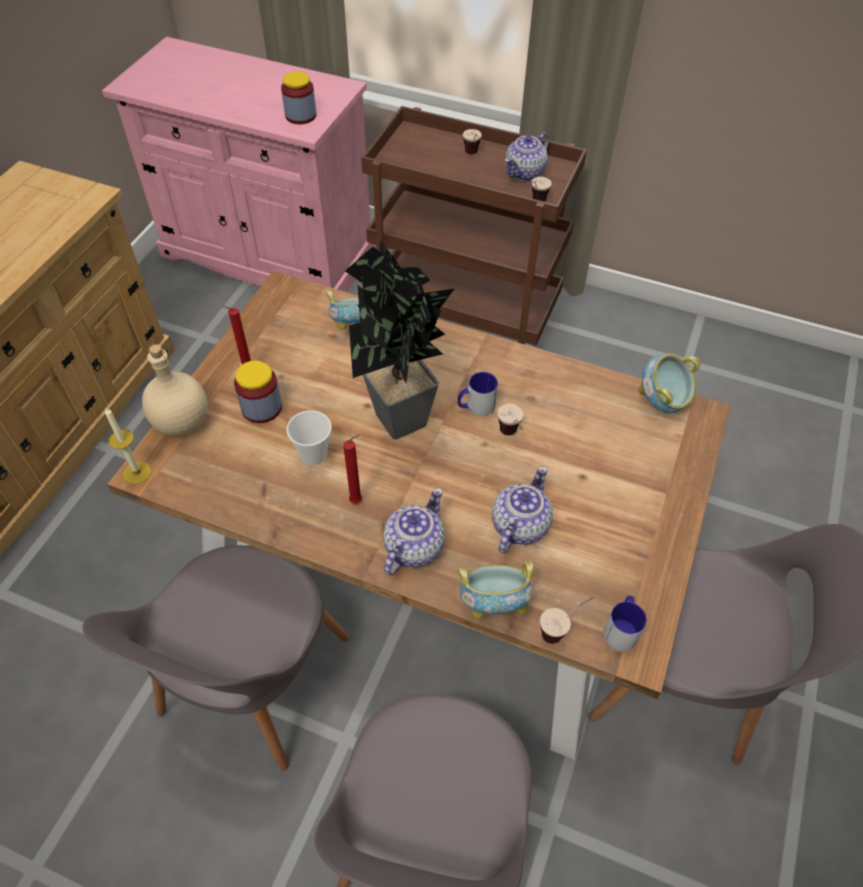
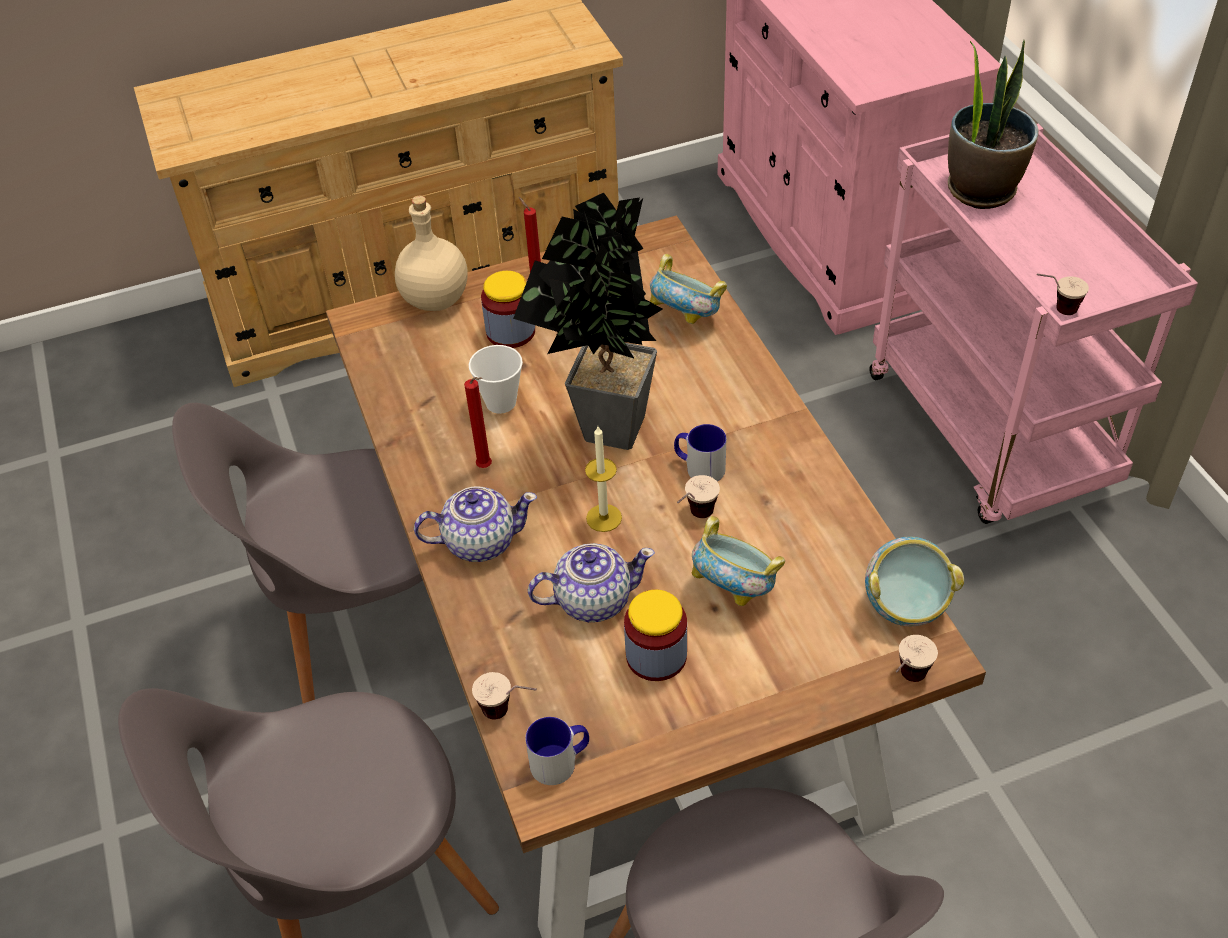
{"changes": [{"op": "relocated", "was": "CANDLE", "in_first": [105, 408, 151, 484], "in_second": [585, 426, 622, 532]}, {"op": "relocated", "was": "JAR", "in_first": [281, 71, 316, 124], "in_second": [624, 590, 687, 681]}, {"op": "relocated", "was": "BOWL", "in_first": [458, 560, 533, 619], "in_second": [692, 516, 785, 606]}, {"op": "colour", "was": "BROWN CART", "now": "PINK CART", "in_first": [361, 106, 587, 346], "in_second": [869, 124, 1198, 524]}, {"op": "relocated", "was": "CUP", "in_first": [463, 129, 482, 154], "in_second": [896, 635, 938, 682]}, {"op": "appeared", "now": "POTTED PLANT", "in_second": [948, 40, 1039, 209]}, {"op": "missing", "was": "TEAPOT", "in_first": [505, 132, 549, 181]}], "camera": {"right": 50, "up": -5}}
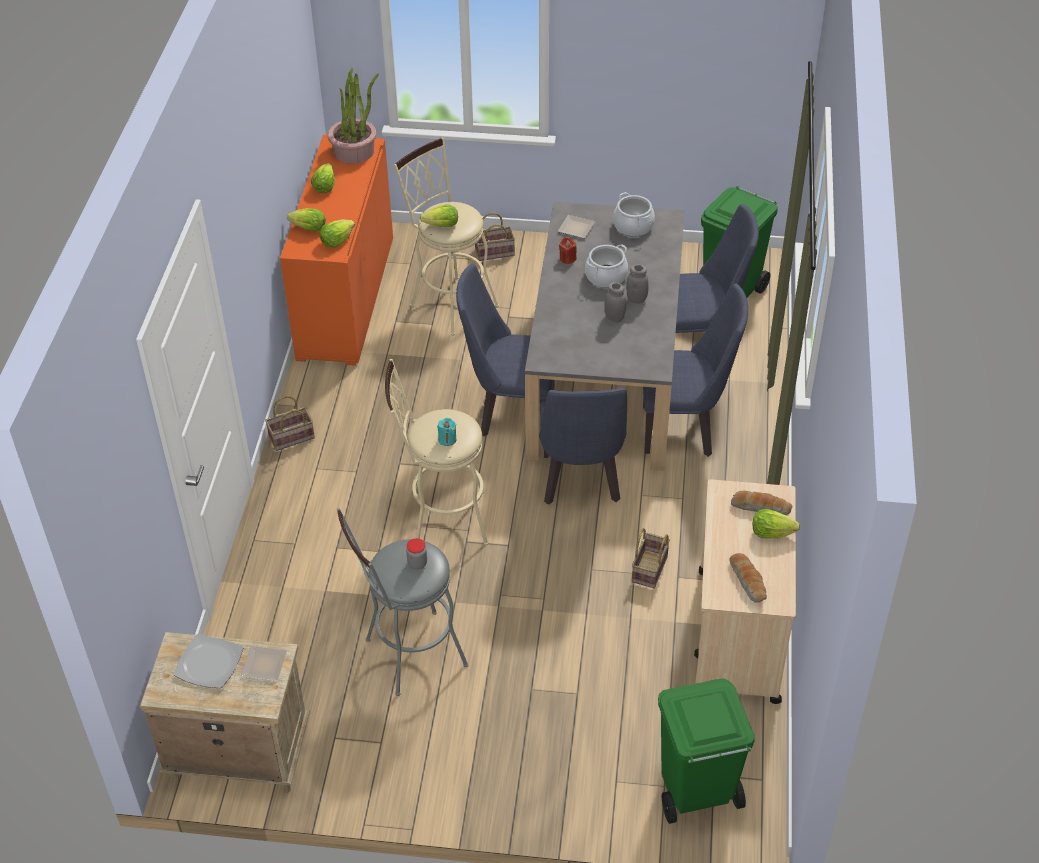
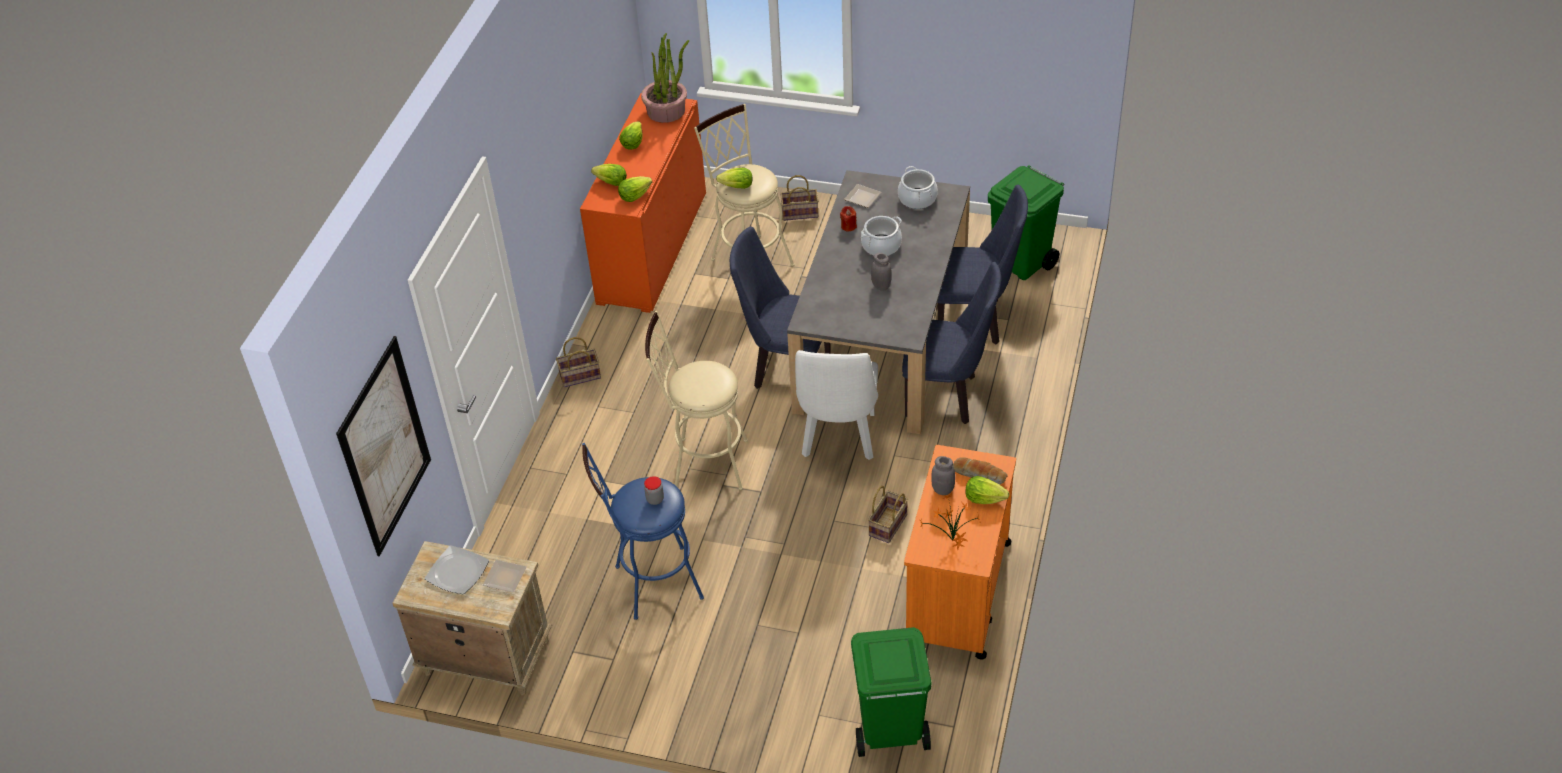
{"changes": [{"op": "appeared", "now": "PICTURE", "in_second": [336, 336, 431, 557]}, {"op": "colour", "was": "GREY STOOL", "now": "BLUE STOOL", "in_first": [337, 508, 468, 696], "in_second": [582, 443, 704, 620]}, {"op": "colour", "was": "BLUE CHAIR", "now": "WHITE CHAIR", "in_first": [539, 388, 627, 504], "in_second": [795, 350, 878, 460]}, {"op": "colour", "was": "BEIGE CART", "now": "ORANGE CART", "in_first": [694, 479, 796, 704], "in_second": [904, 445, 1016, 660]}, {"op": "exchanged", "was": "BREAD", "now": "POTTED PLANT", "in_first": [729, 553, 767, 603], "in_second": [920, 493, 979, 550]}, {"op": "relocated", "was": "GREY JAR", "in_first": [626, 265, 649, 303], "in_second": [931, 456, 955, 495]}, {"op": "missing", "was": "TURQUOISE CANDLE", "in_first": [437, 418, 456, 446]}], "camera": {"right": 10, "up": 0}}
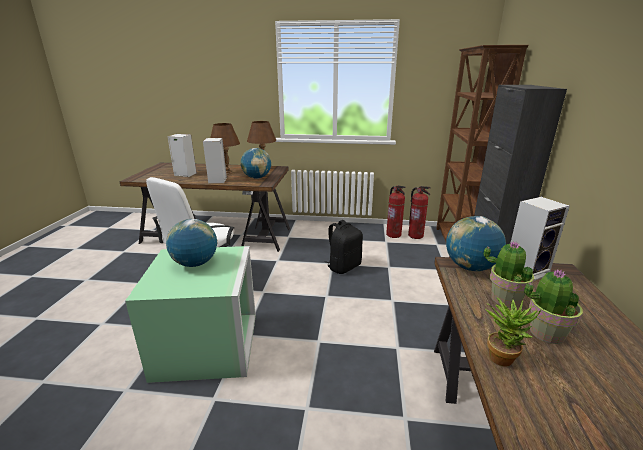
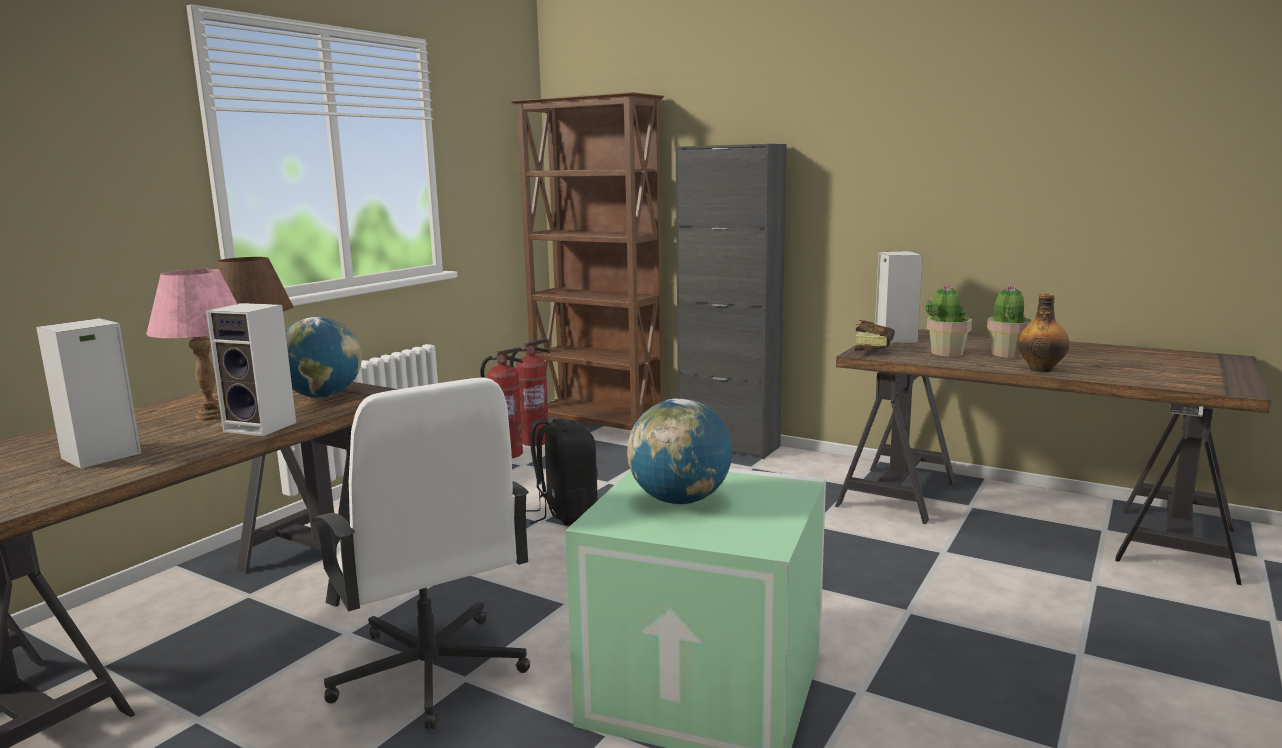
{"changes": [{"op": "colour", "was": "BROWN TABLE LAMP", "now": "PINK TABLE LAMP", "in_first": [210, 123, 240, 175], "in_second": [146, 269, 237, 420]}, {"op": "exchanged", "was": "GLOBE", "now": "BOOK", "in_first": [446, 216, 506, 271], "in_second": [855, 320, 895, 351]}, {"op": "exchanged", "was": "POTTED PLANT", "now": "BOTTLE", "in_first": [485, 297, 541, 367], "in_second": [1018, 293, 1070, 372]}], "camera": {"right": -65, "up": -10}}
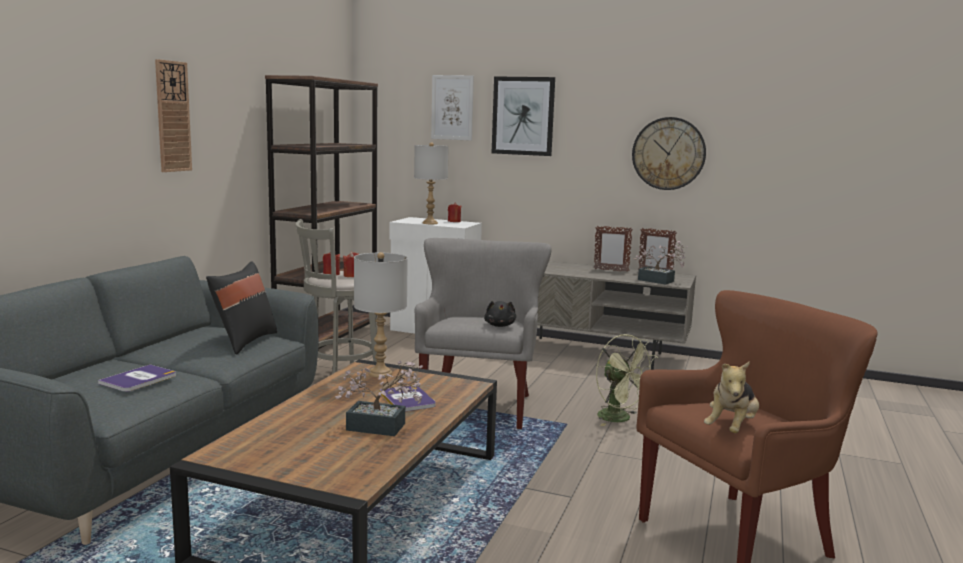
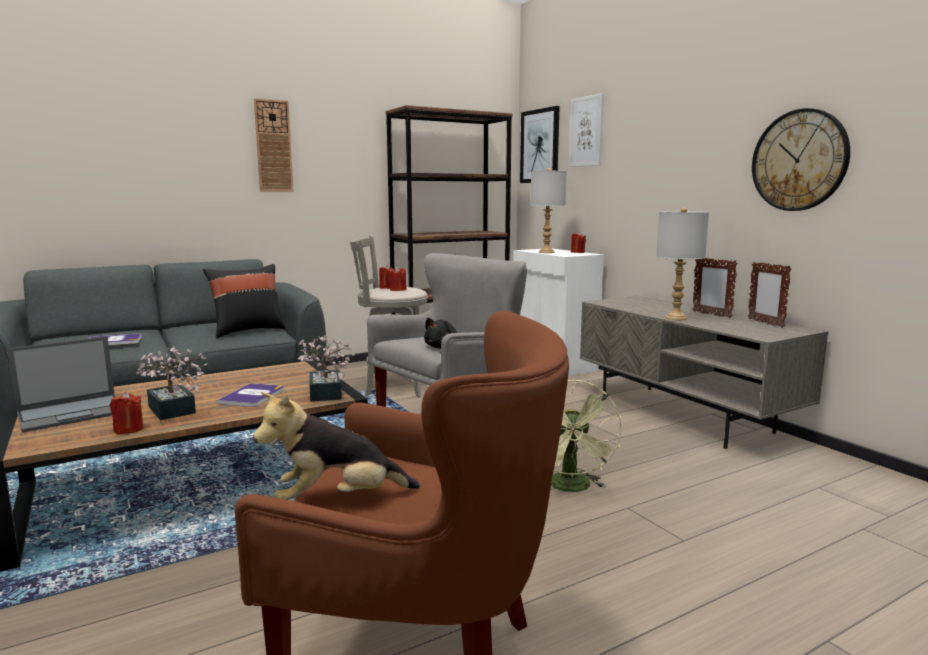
{"changes": [{"op": "appeared", "now": "LAPTOP", "in_second": [7, 336, 116, 433]}, {"op": "appeared", "now": "RED CANDLE", "in_second": [110, 392, 144, 434]}, {"op": "relocated", "was": "POTTED PLANT", "in_first": [633, 240, 688, 285], "in_second": [297, 335, 355, 402]}, {"op": "relocated", "was": "PICTURE", "in_first": [492, 76, 555, 156], "in_second": [520, 106, 560, 183]}, {"op": "relocated", "was": "GREY TABLE LAMP", "in_first": [354, 252, 408, 378], "in_second": [656, 208, 709, 320]}], "camera": {"right": 40, "up": 0}}
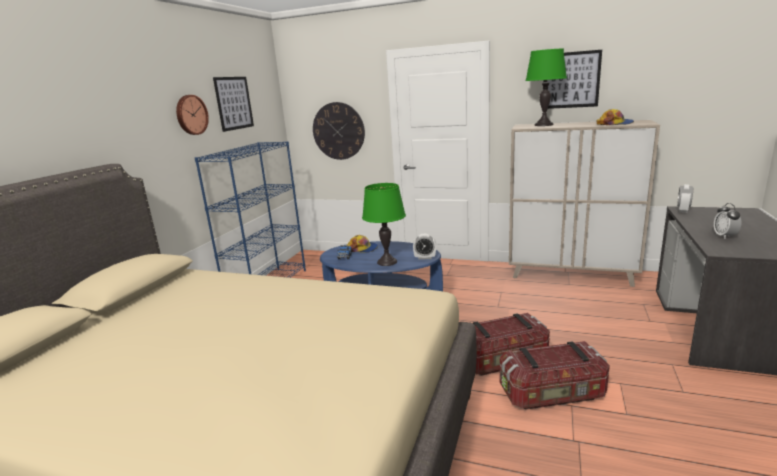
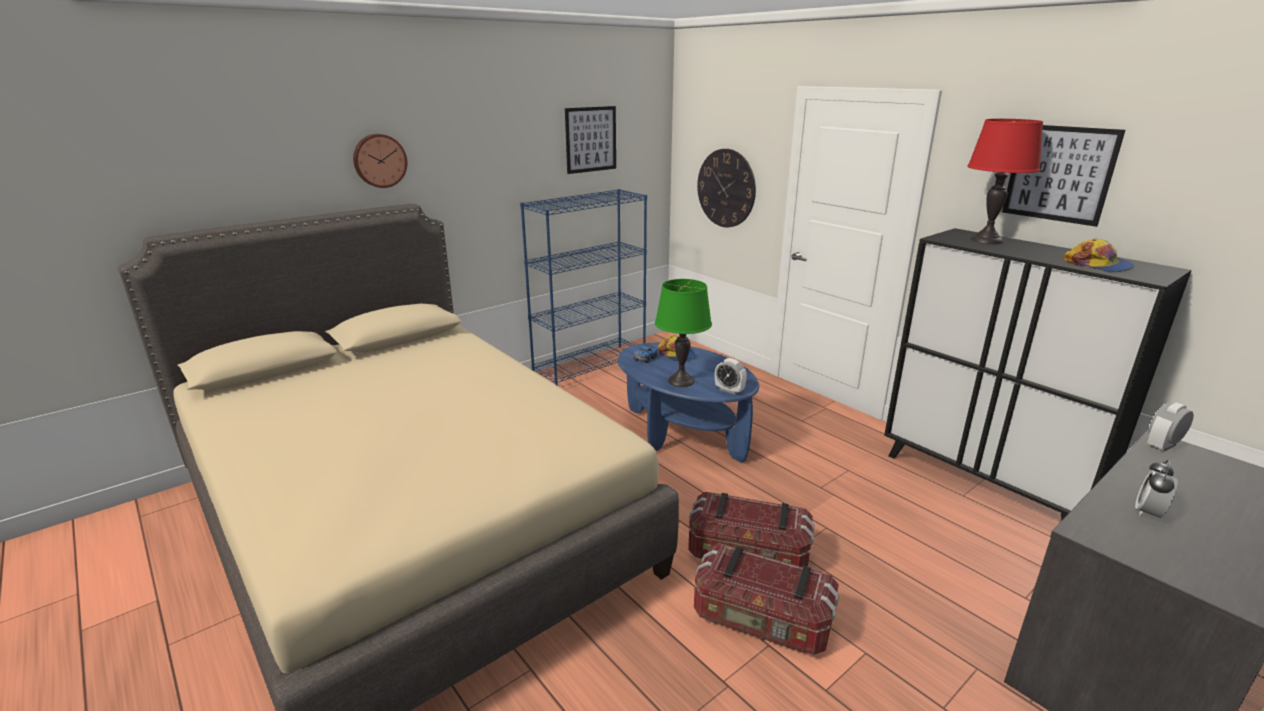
{"changes": [{"op": "relocated", "was": "WALL CLOCK", "in_first": [176, 95, 209, 135], "in_second": [353, 134, 407, 188]}, {"op": "colour", "was": "BEIGE CABINET", "now": "BLACK CABINET", "in_first": [509, 120, 660, 287], "in_second": [884, 228, 1192, 521]}, {"op": "colour", "was": "GREEN TABLE LAMP", "now": "RED TABLE LAMP", "in_first": [525, 49, 567, 126], "in_second": [967, 119, 1043, 244]}], "camera": {"right": 30, "up": 5}}
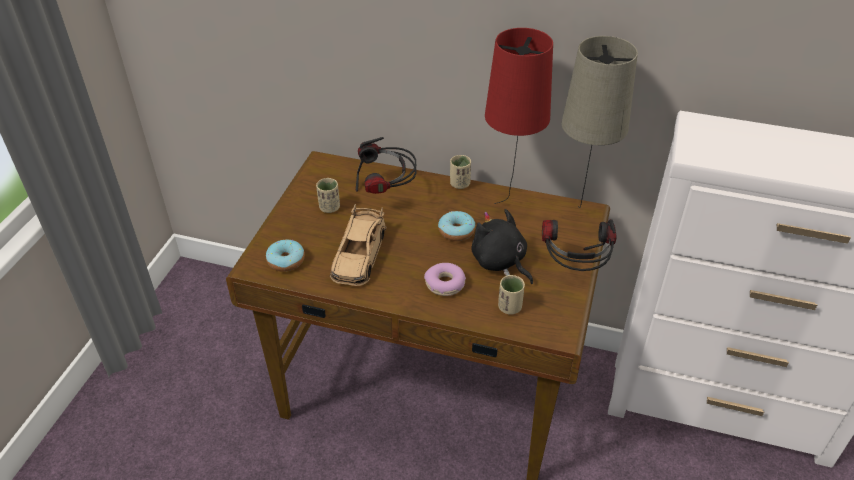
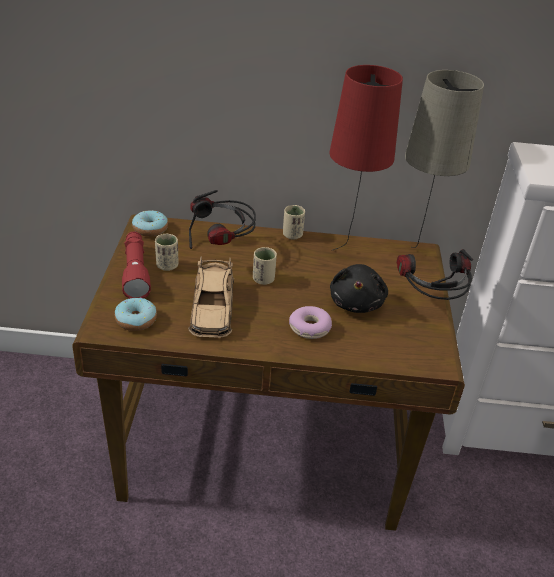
{"changes": [{"op": "appeared", "now": "RED FLASHLIGHT", "in_second": [122, 231, 151, 299]}, {"op": "relocated", "was": "DONUT", "in_first": [438, 211, 475, 241], "in_second": [132, 210, 168, 237]}, {"op": "relocated", "was": "BEIGE CUP", "in_first": [498, 275, 525, 315], "in_second": [253, 247, 277, 285]}, {"op": "spun", "was": "BLACK PLUSH TOY", "in_first": [471, 209, 533, 284], "in_second": [330, 264, 388, 313], "clockwise": -120}], "camera": {"right": -15, "up": -5}}
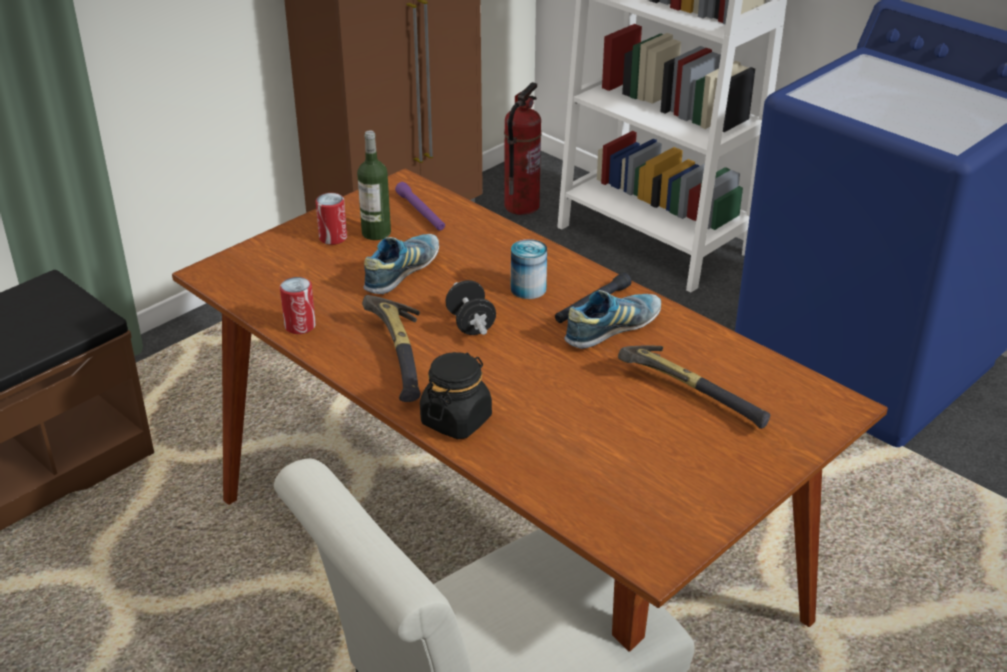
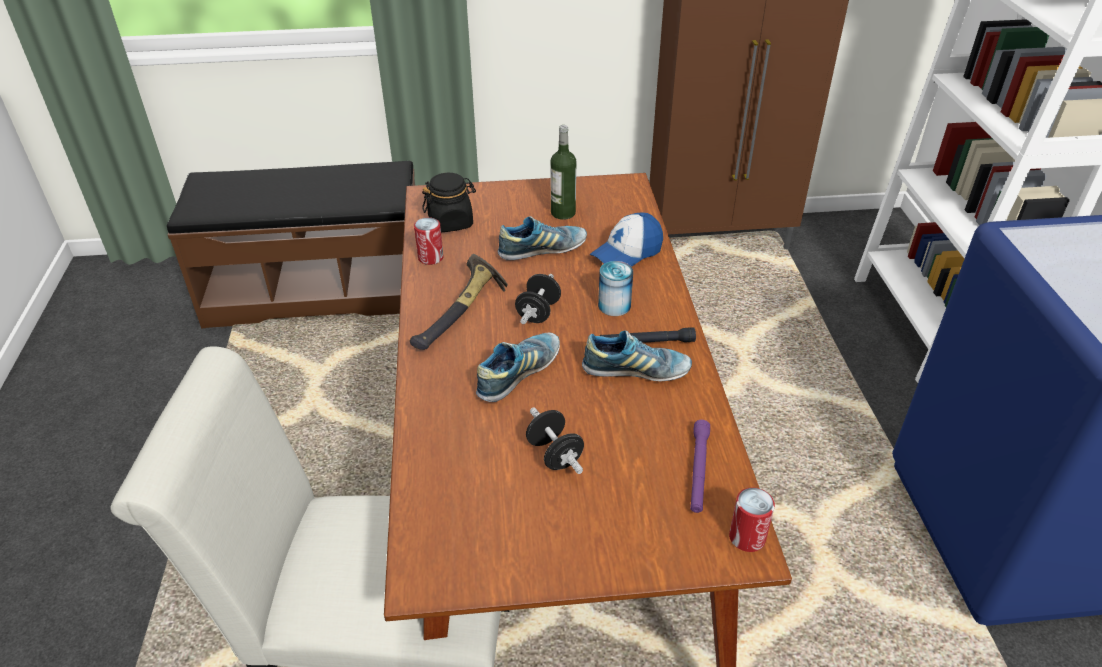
{"changes": [{"op": "relocated", "was": "BLACK JAR", "in_first": [420, 352, 492, 439], "in_second": [422, 172, 476, 232]}, {"op": "appeared", "now": "SHOE", "in_second": [476, 333, 560, 402]}, {"op": "appeared", "now": "BLACK DUMBBELL", "in_second": [526, 407, 584, 474]}, {"op": "appeared", "now": "CAP", "in_second": [589, 213, 663, 267]}, {"op": "relocated", "was": "PURPLE FLASHLIGHT", "in_first": [395, 182, 445, 231], "in_second": [690, 420, 710, 513]}, {"op": "relocated", "was": "CAN", "in_first": [315, 193, 347, 245], "in_second": [729, 487, 775, 552]}, {"op": "missing", "was": "FIRE EXTINGUISHER", "in_first": [504, 82, 542, 215]}, {"op": "missing", "was": "HAMMER", "in_first": [618, 345, 770, 429]}], "camera": {"right": 40, "up": 5}}
